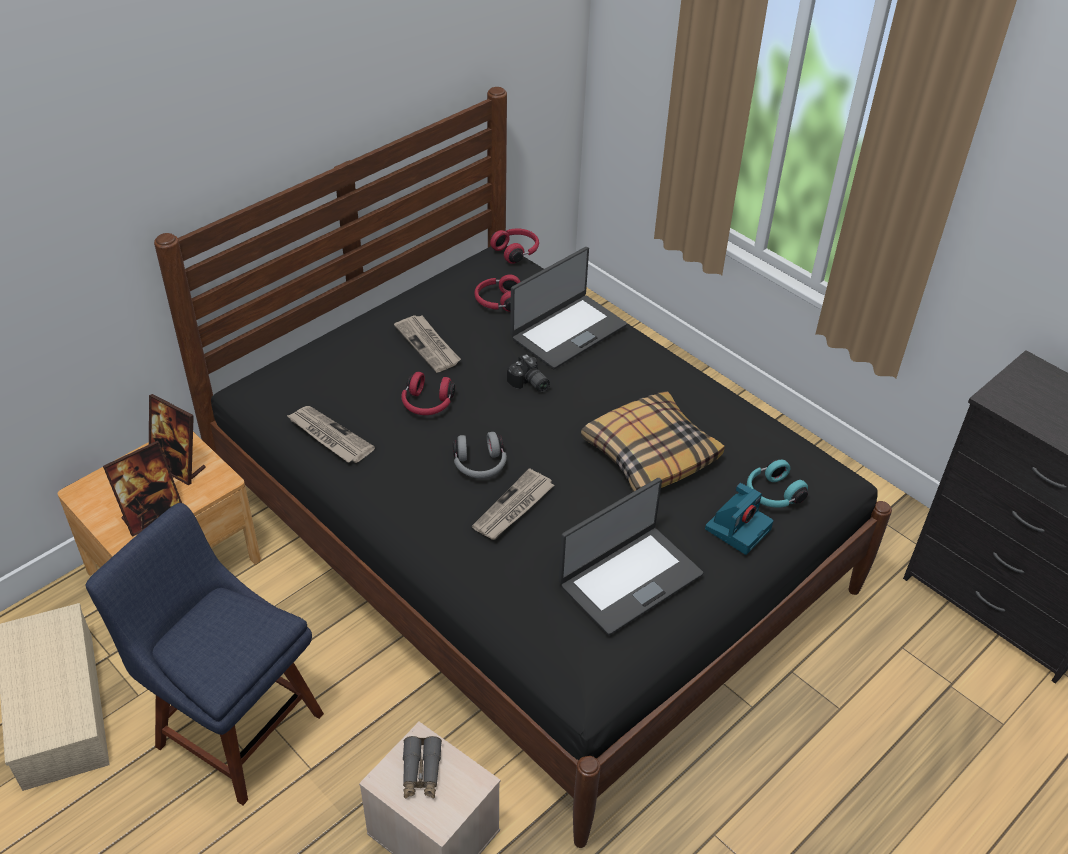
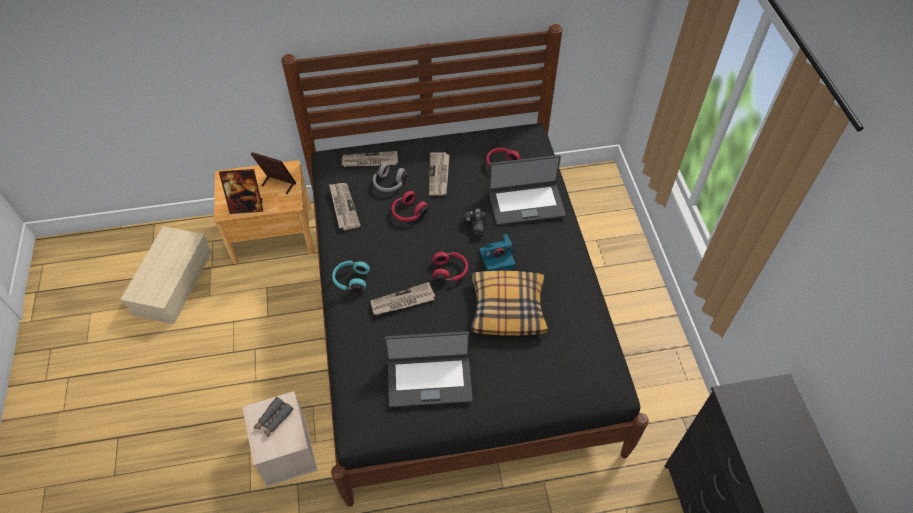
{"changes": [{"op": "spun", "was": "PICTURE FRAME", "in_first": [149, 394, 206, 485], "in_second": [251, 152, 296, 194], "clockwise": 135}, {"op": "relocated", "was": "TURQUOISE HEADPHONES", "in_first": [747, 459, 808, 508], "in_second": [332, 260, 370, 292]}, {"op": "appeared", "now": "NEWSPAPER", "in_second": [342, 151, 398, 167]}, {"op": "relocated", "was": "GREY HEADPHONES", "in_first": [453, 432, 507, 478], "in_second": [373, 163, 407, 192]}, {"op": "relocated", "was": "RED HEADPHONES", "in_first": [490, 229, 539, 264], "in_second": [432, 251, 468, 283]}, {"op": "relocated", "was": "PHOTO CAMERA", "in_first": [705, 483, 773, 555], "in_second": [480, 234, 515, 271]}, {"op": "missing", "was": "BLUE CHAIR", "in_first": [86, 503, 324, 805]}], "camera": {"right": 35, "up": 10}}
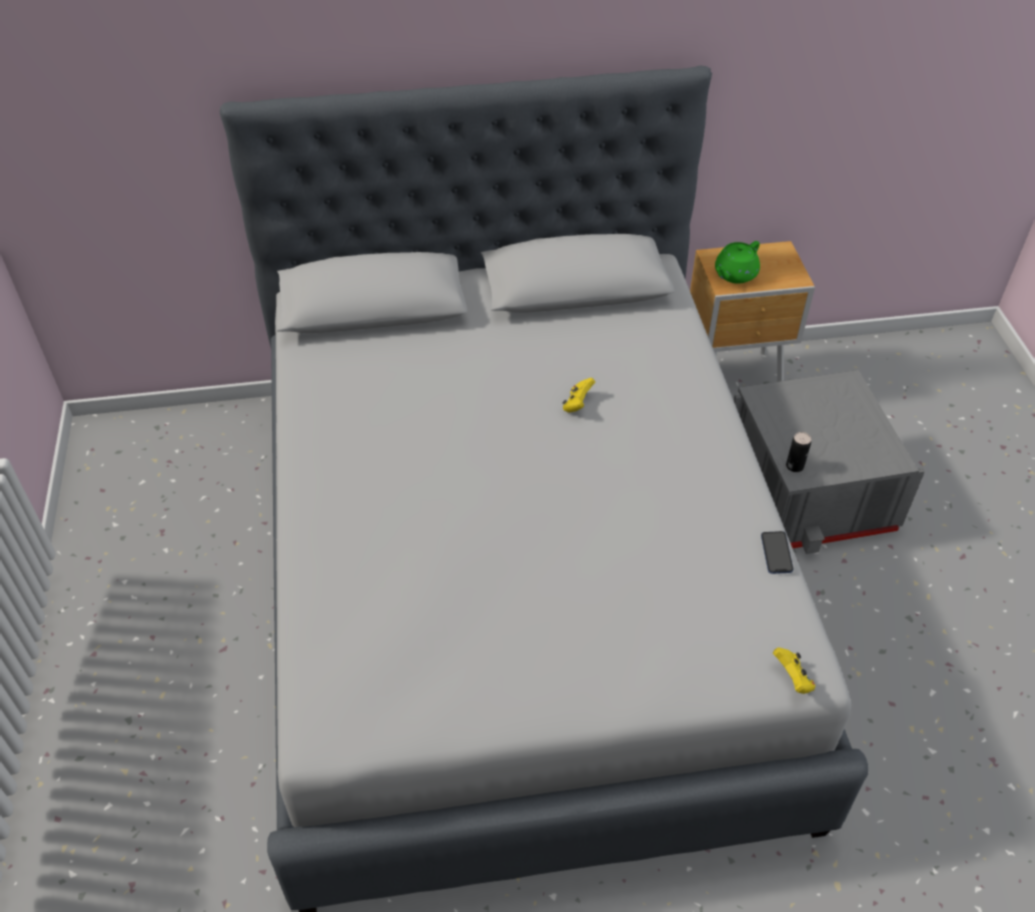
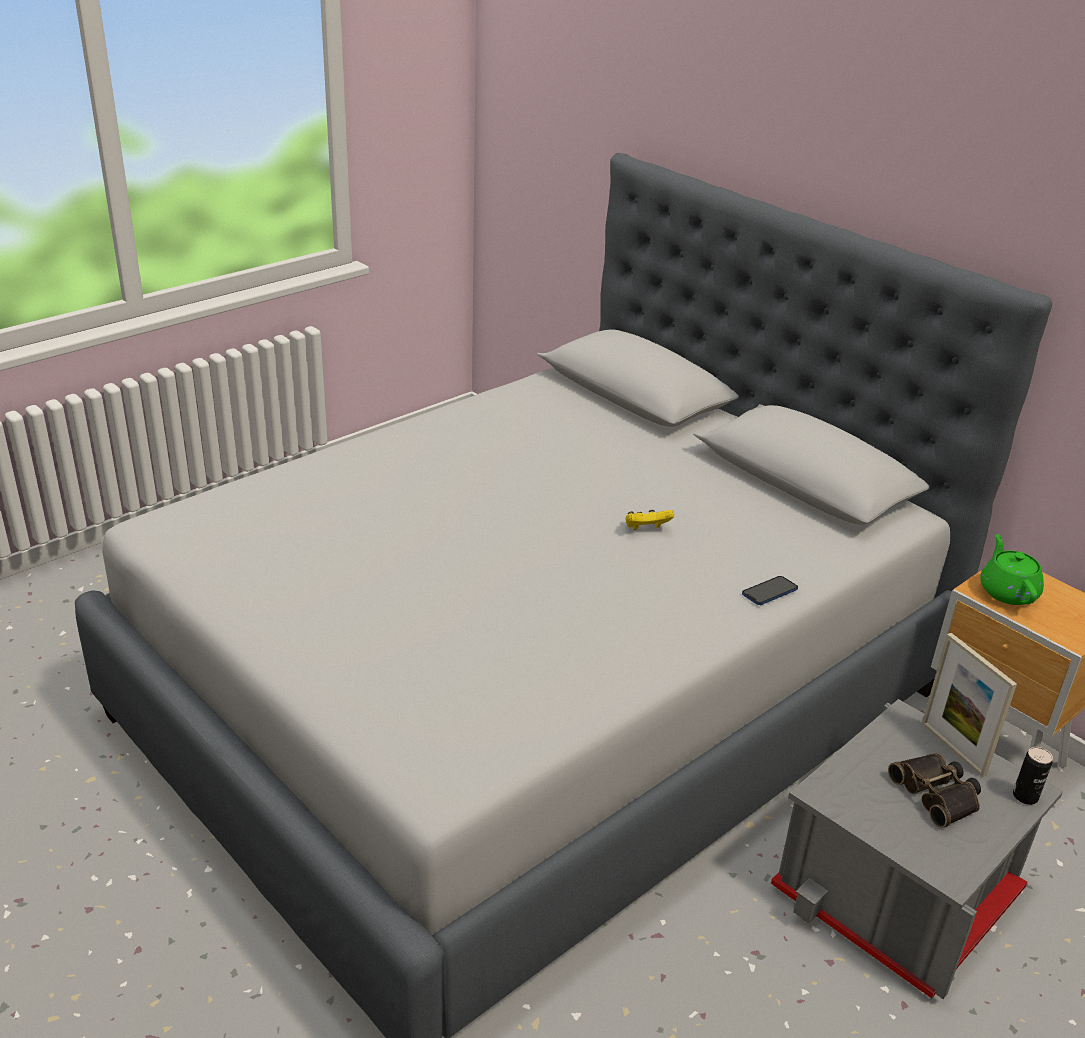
{"changes": [{"op": "relocated", "was": "PHONE", "in_first": [761, 531, 794, 574], "in_second": [742, 576, 798, 605]}, {"op": "appeared", "now": "BINOCULARS", "in_second": [888, 753, 981, 828]}, {"op": "appeared", "now": "PICTURE FRAME", "in_second": [922, 633, 1017, 777]}, {"op": "spun", "was": "GREEN TEAPOT", "in_first": [715, 241, 760, 284], "in_second": [980, 534, 1044, 605], "clockwise": 75}, {"op": "relocated", "was": "CAN", "in_first": [786, 432, 811, 472], "in_second": [1013, 747, 1053, 805]}, {"op": "missing", "was": "YELLOW GAME CONTROLLER", "in_first": [773, 647, 816, 694]}], "camera": {"right": 55, "up": -15}}
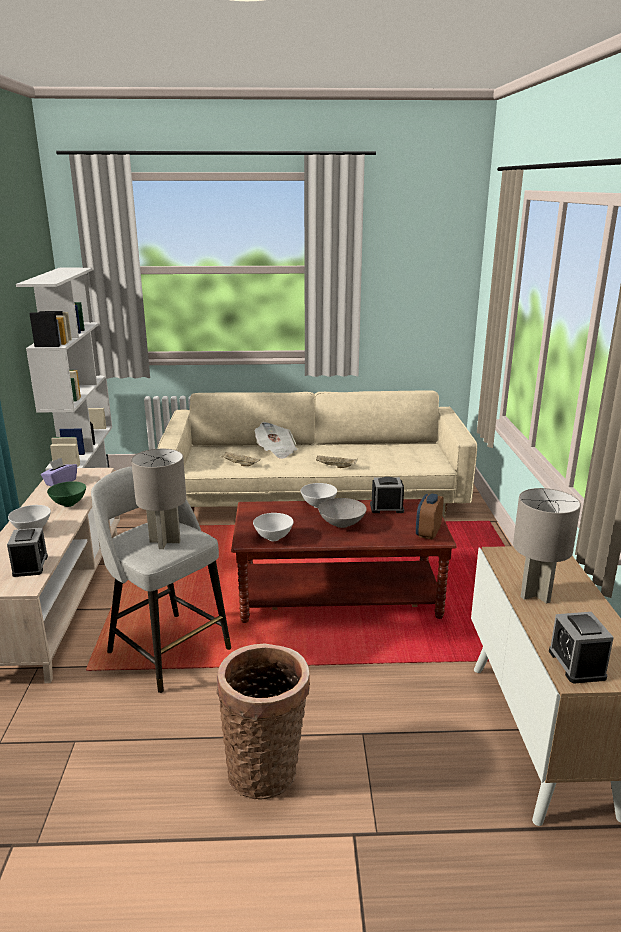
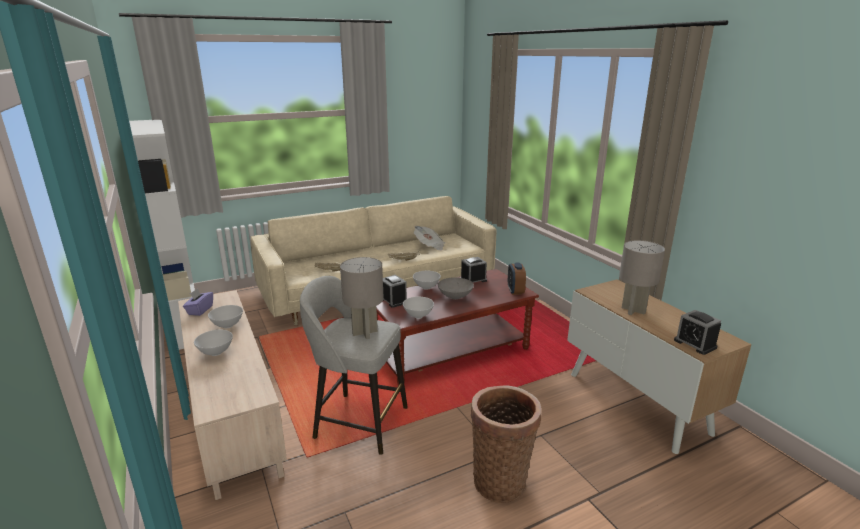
{"changes": [{"op": "colour", "was": "GREEN BOWL", "now": "WHITE BOWL", "in_first": [47, 481, 86, 507], "in_second": [208, 305, 243, 328]}, {"op": "relocated", "was": "ALARM CLOCK", "in_first": [7, 528, 48, 577], "in_second": [383, 275, 407, 308]}, {"op": "relocated", "was": "NEWSPAPER", "in_first": [255, 422, 298, 459], "in_second": [414, 226, 445, 251]}], "camera": {"right": -25, "up": 0}}
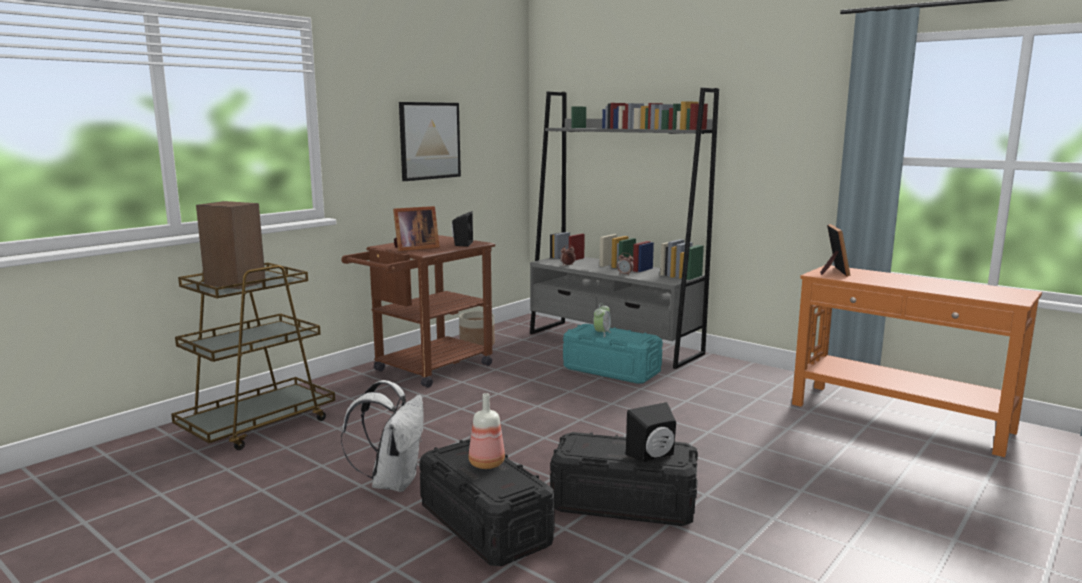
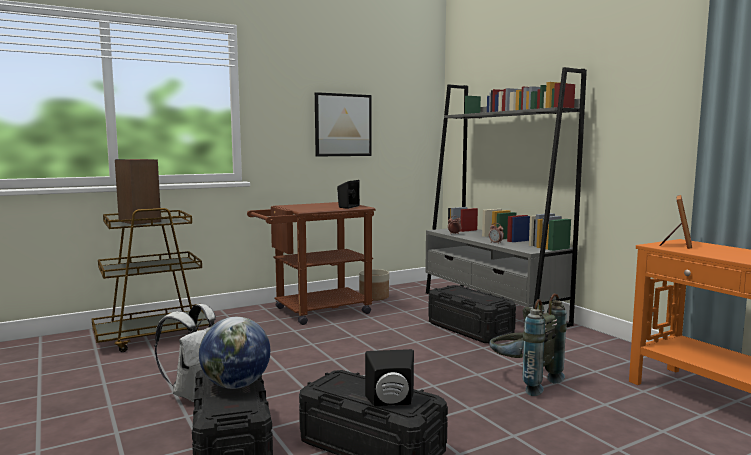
{"changes": [{"op": "exchanged", "was": "BOTTLE", "now": "GLOBE", "in_first": [469, 393, 505, 469], "in_second": [199, 317, 270, 389]}, {"op": "colour", "was": "TURQUOISE STORAGE BOX", "now": "BLACK STORAGE BOX", "in_first": [563, 324, 663, 384], "in_second": [428, 285, 516, 343]}, {"op": "appeared", "now": "GREY BACKPACK", "in_second": [489, 293, 567, 396]}, {"op": "missing", "was": "PICTURE FRAME", "in_first": [393, 206, 440, 251]}, {"op": "missing", "was": "ALARM CLOCK", "in_first": [593, 303, 611, 337]}], "camera": {"right": 20, "up": -5}}
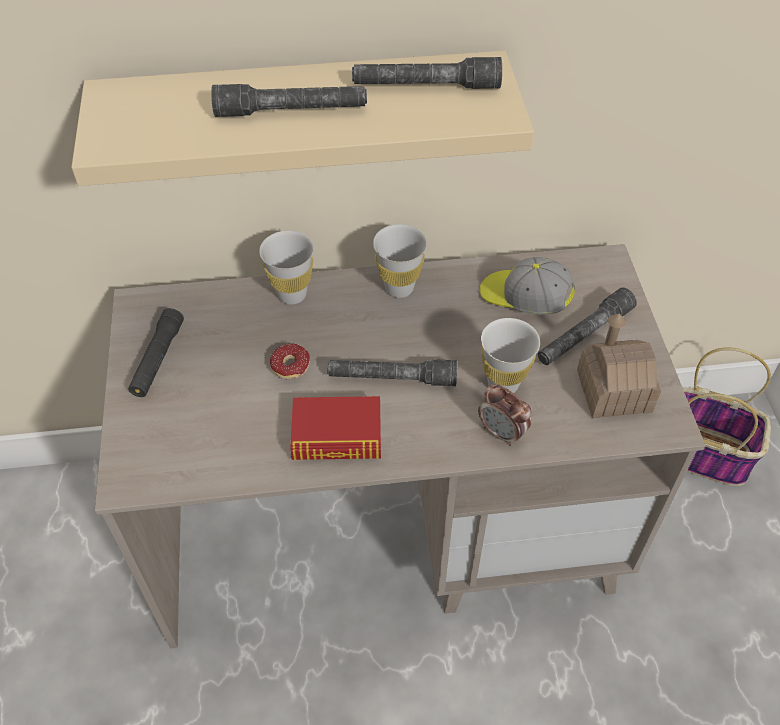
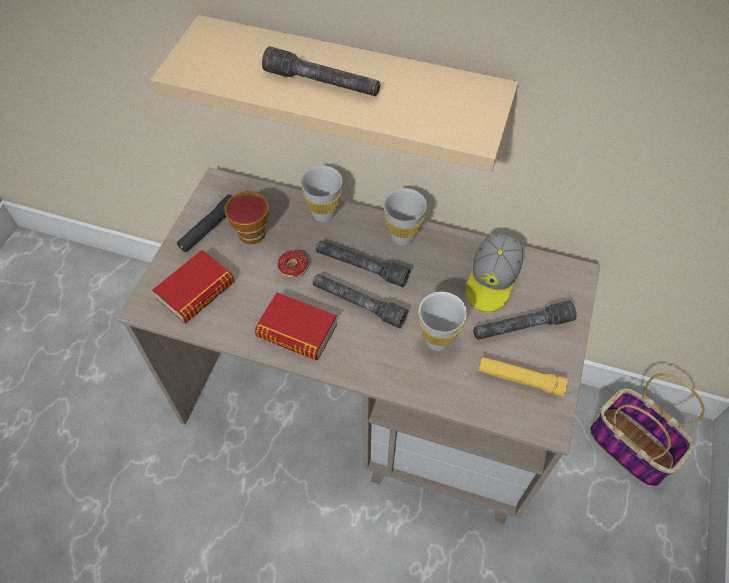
{"changes": [{"op": "appeared", "now": "BOOK", "in_second": [153, 250, 235, 323]}, {"op": "appeared", "now": "CUP", "in_second": [225, 191, 269, 244]}, {"op": "relocated", "was": "GREY FLASHLIGHT", "in_first": [352, 57, 502, 89], "in_second": [316, 241, 411, 288]}, {"op": "spun", "was": "CAP", "in_first": [479, 257, 575, 314], "in_second": [466, 234, 523, 312], "clockwise": -120}, {"op": "exchanged", "was": "TOY HOUSE", "now": "YELLOW FLASHLIGHT", "in_first": [577, 314, 661, 418], "in_second": [478, 357, 568, 397]}, {"op": "missing", "was": "ALARM CLOCK", "in_first": [478, 384, 531, 446]}], "camera": {"right": 25, "up": 5}}
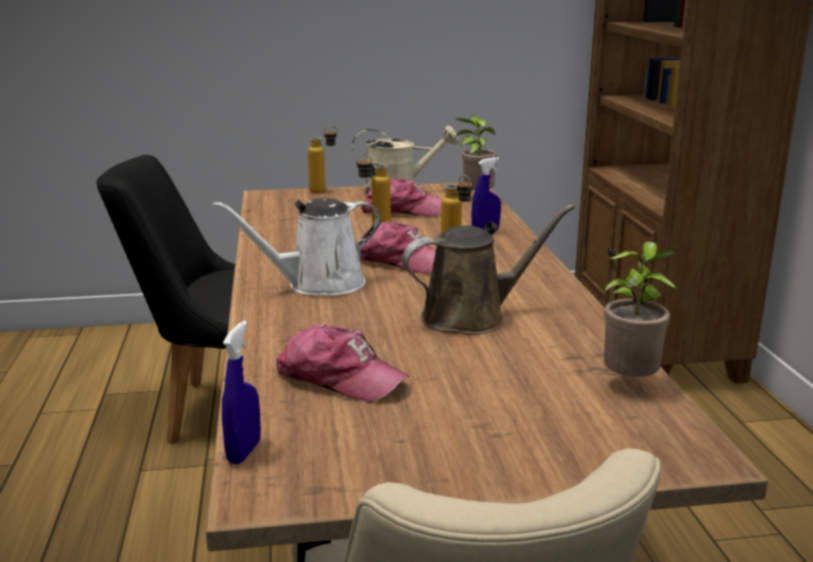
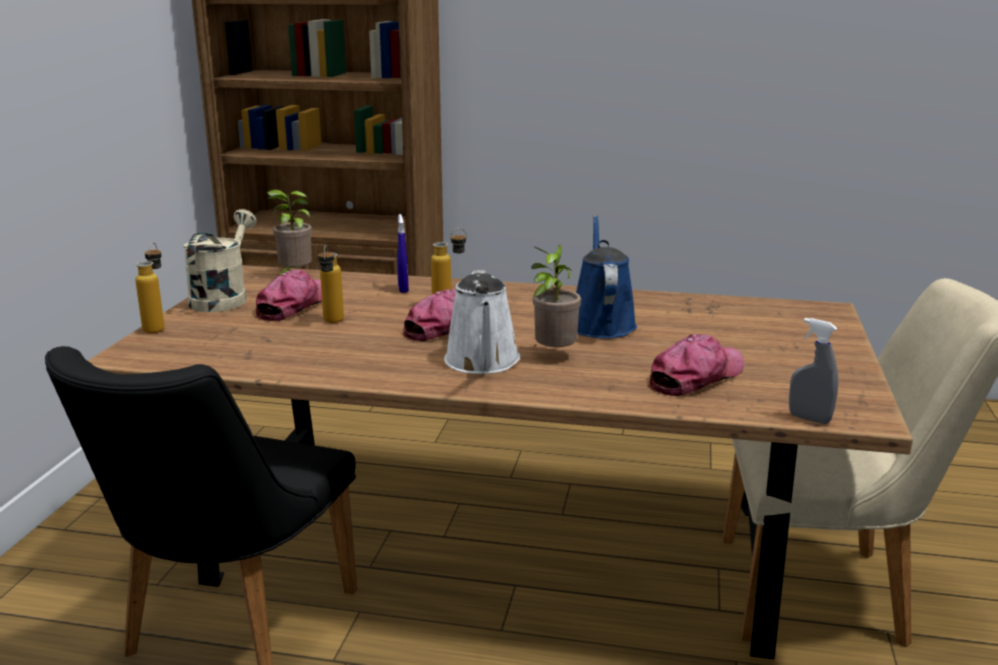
{"changes": [{"op": "relocated", "was": "POTTED PLANT", "in_first": [604, 241, 677, 377], "in_second": [531, 245, 581, 347]}, {"op": "colour", "was": "BROWN WATERING CAN", "now": "BLUE WATERING CAN", "in_first": [402, 204, 575, 335], "in_second": [576, 215, 637, 339]}, {"op": "colour", "was": "BLUE SPRAY BOTTLE", "now": "GREY SPRAY BOTTLE", "in_first": [222, 321, 261, 464], "in_second": [789, 318, 838, 424]}], "camera": {"right": -70, "up": 0}}
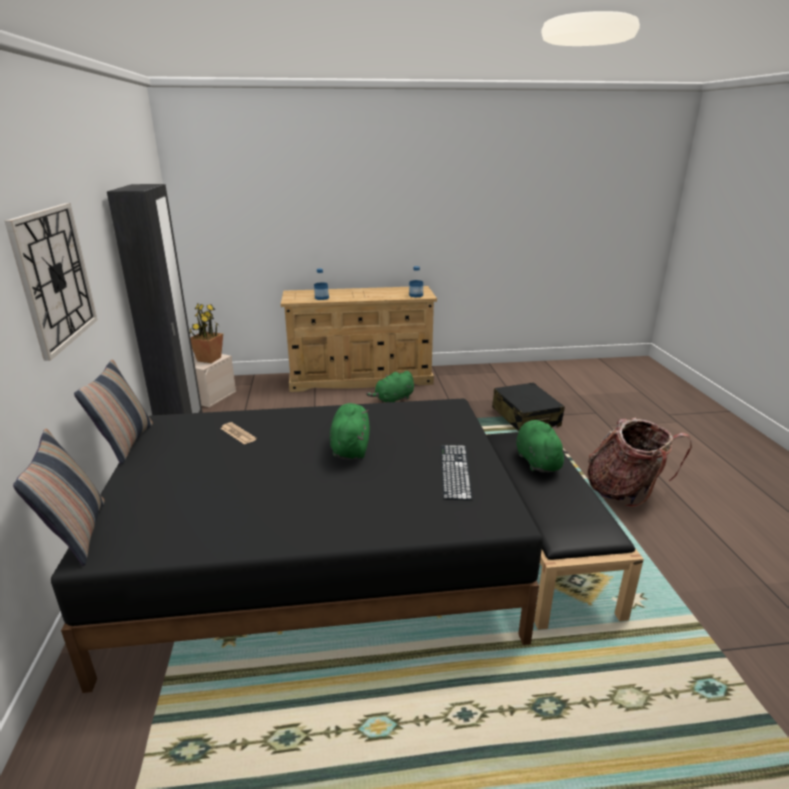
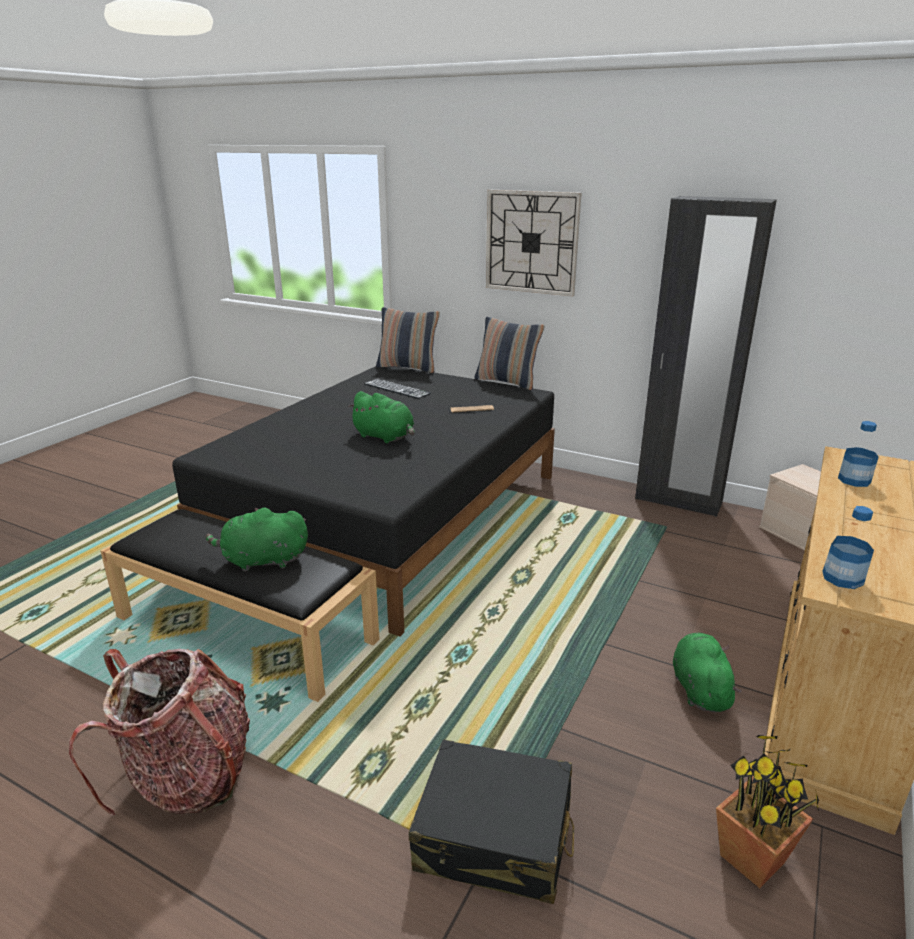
{"changes": [{"op": "spun", "was": "GREEN PLUSH TOY", "in_first": [516, 420, 569, 473], "in_second": [206, 508, 308, 572], "clockwise": 150}, {"op": "relocated", "was": "KEYBOARD", "in_first": [441, 445, 473, 500], "in_second": [364, 379, 431, 399]}, {"op": "relocated", "was": "POTTED PLANT", "in_first": [190, 303, 223, 363], "in_second": [716, 735, 819, 888]}], "camera": {"right": 125, "up": 0}}
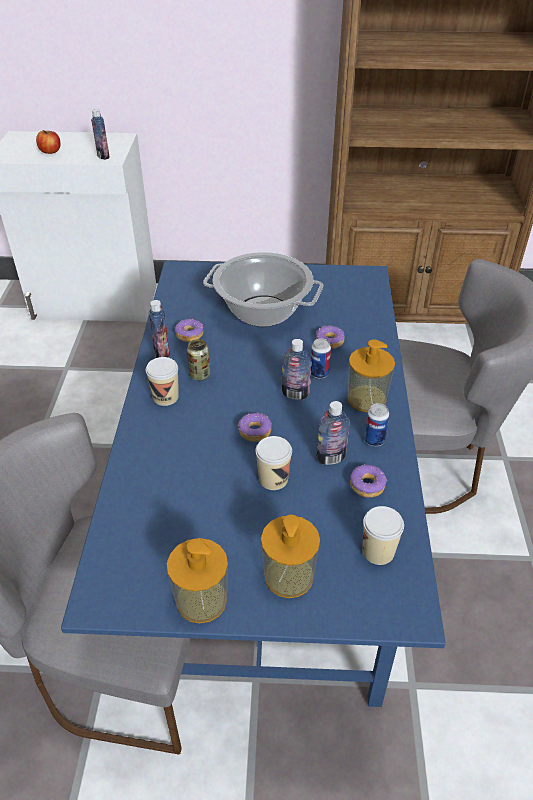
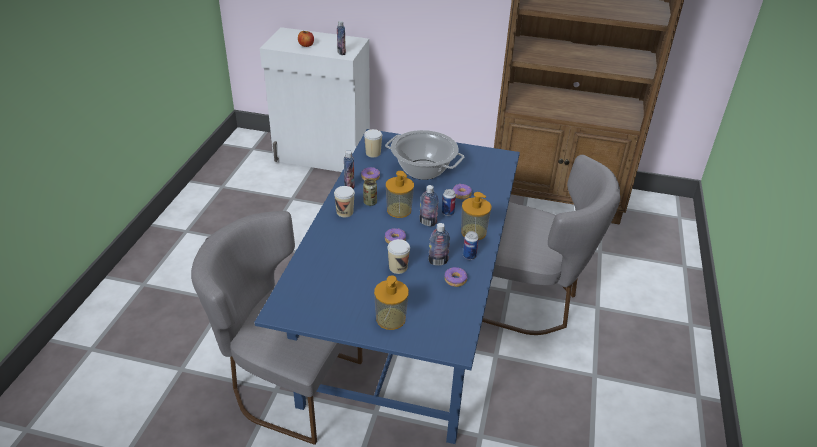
{"changes": [{"op": "relocated", "was": "CUP", "in_first": [362, 506, 404, 565], "in_second": [364, 129, 382, 157]}, {"op": "relocated", "was": "SOAP DISPENSER", "in_first": [167, 538, 228, 623], "in_second": [386, 171, 414, 218]}], "camera": {"right": 10, "up": -5}}
